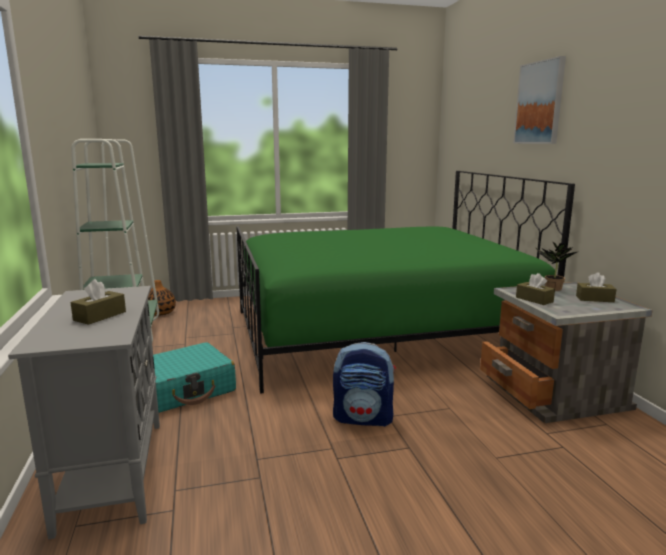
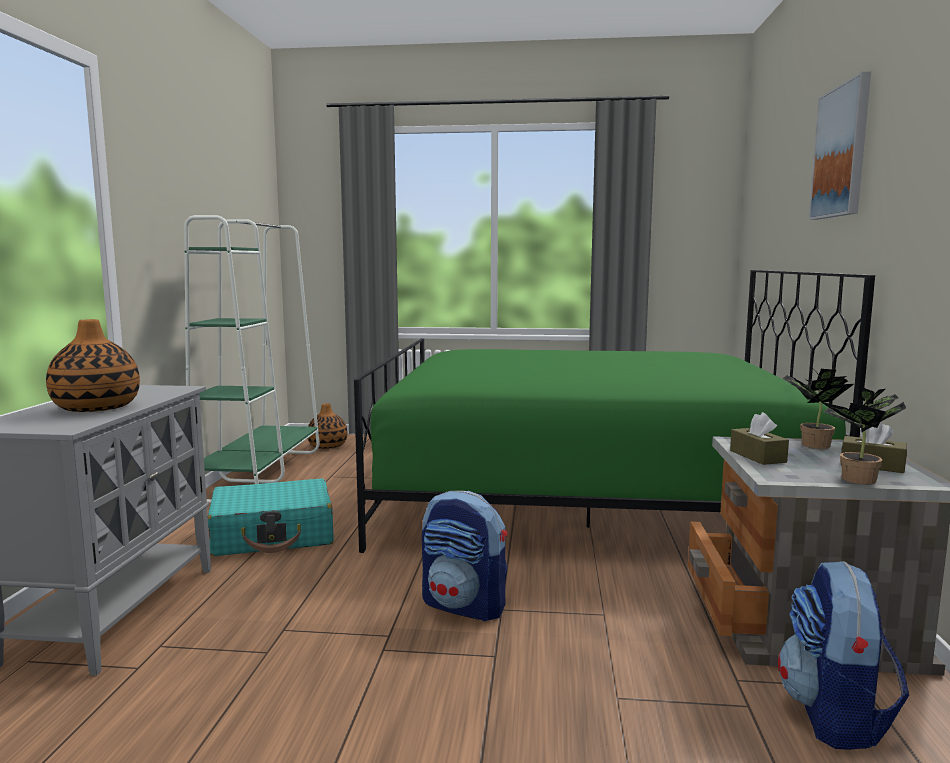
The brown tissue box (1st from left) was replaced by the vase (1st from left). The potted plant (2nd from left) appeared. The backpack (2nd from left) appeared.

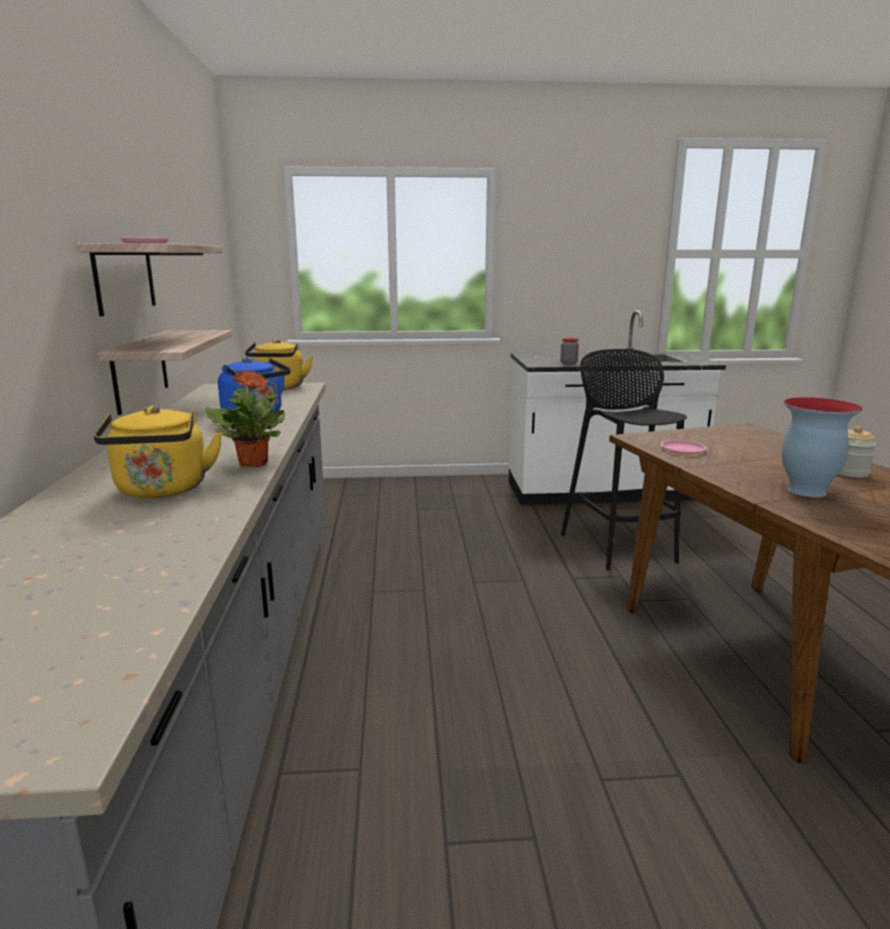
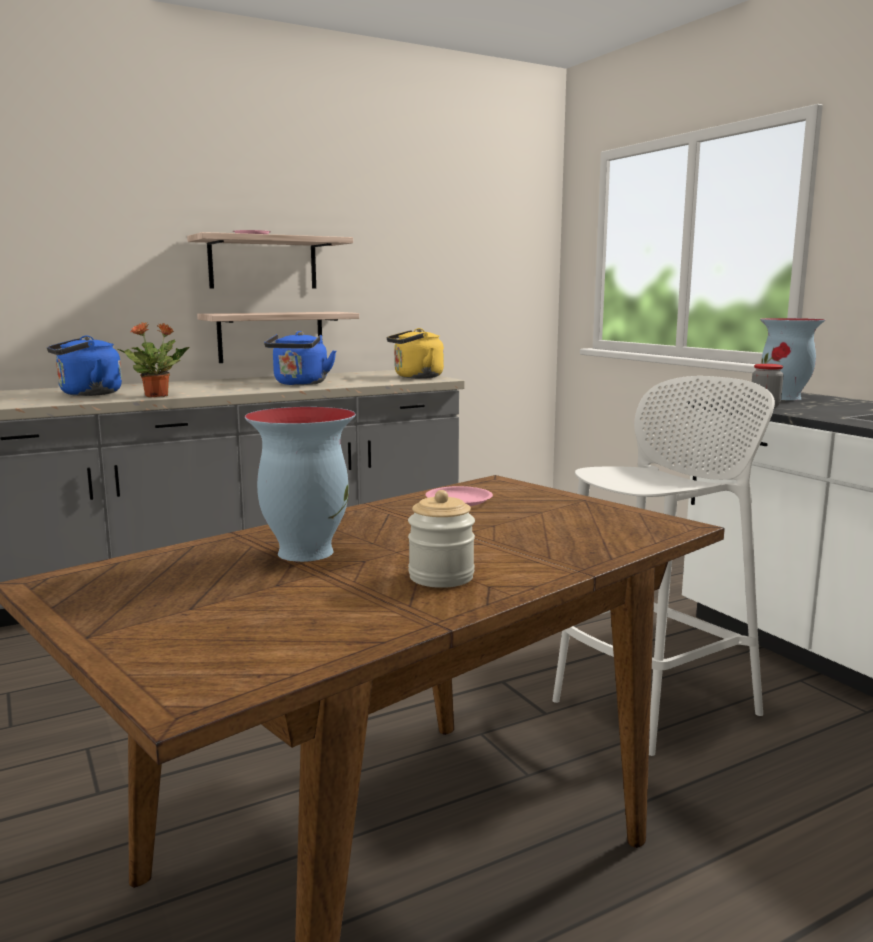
The black stool became the white stool. The yellow kettle (1st from left) became the blue kettle (1st from left). The vase (2nd from left) appeared.

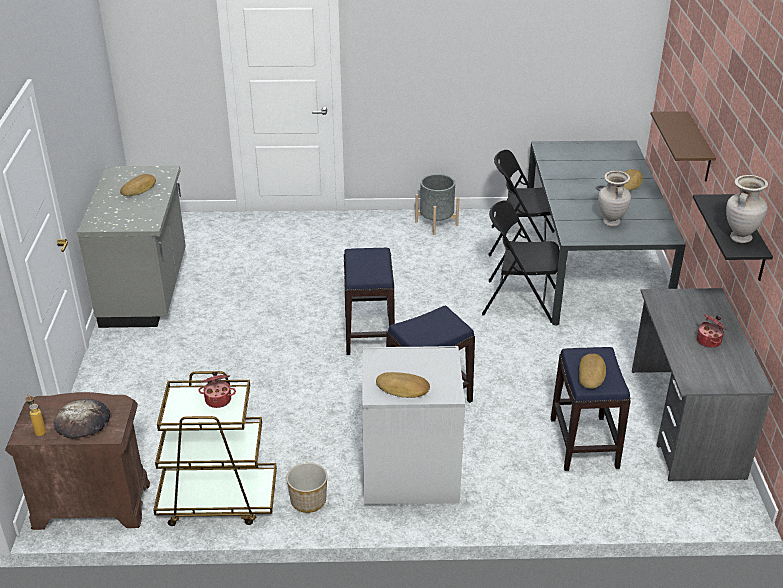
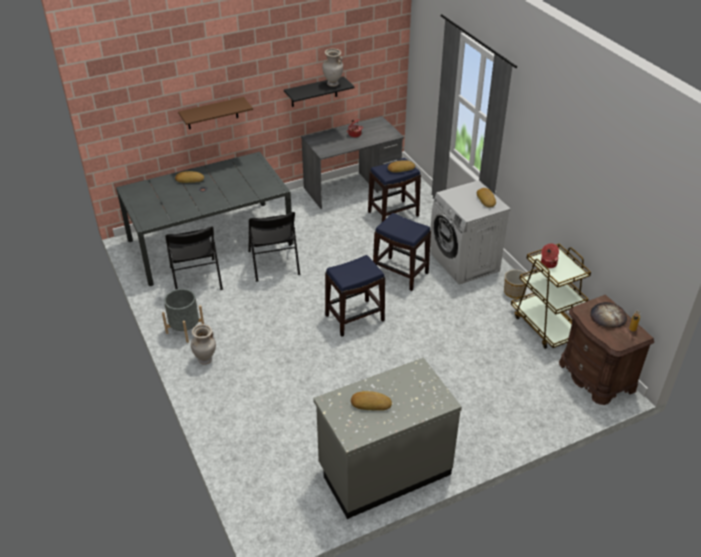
The beige vase (1st from left) moved.

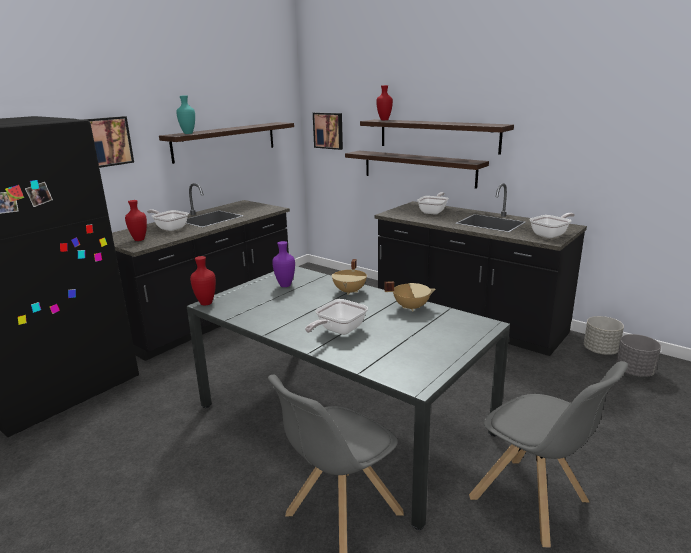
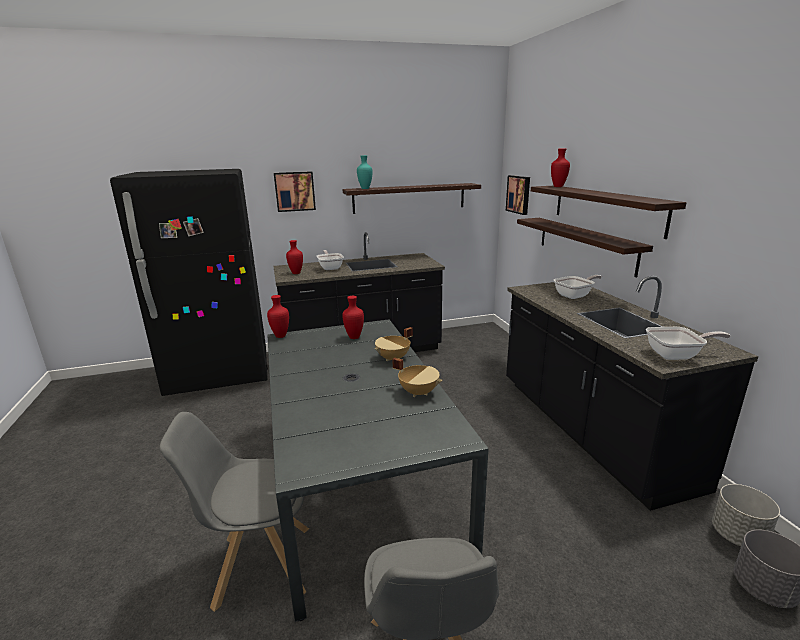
The purple vase became the red vase (3rd from left). The frying pan (2nd from left) disappeared.

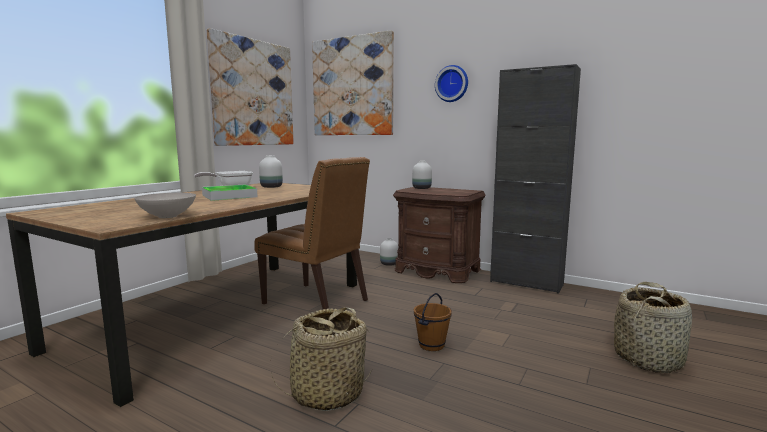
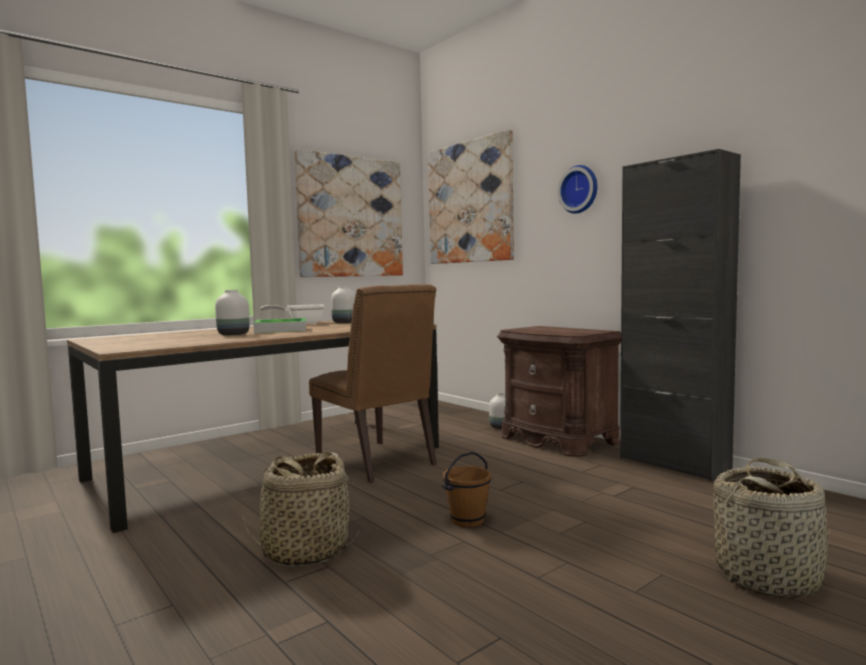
The white vase (3rd from left in the first image) moved. The white bowl disappeared.

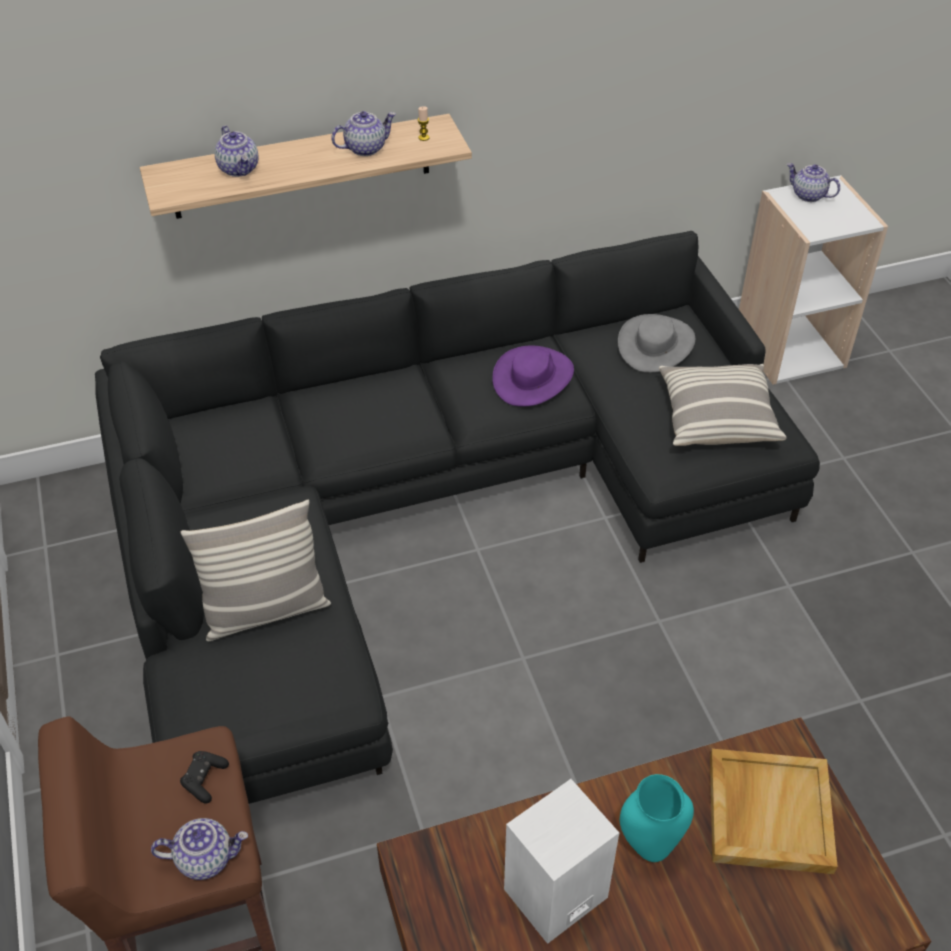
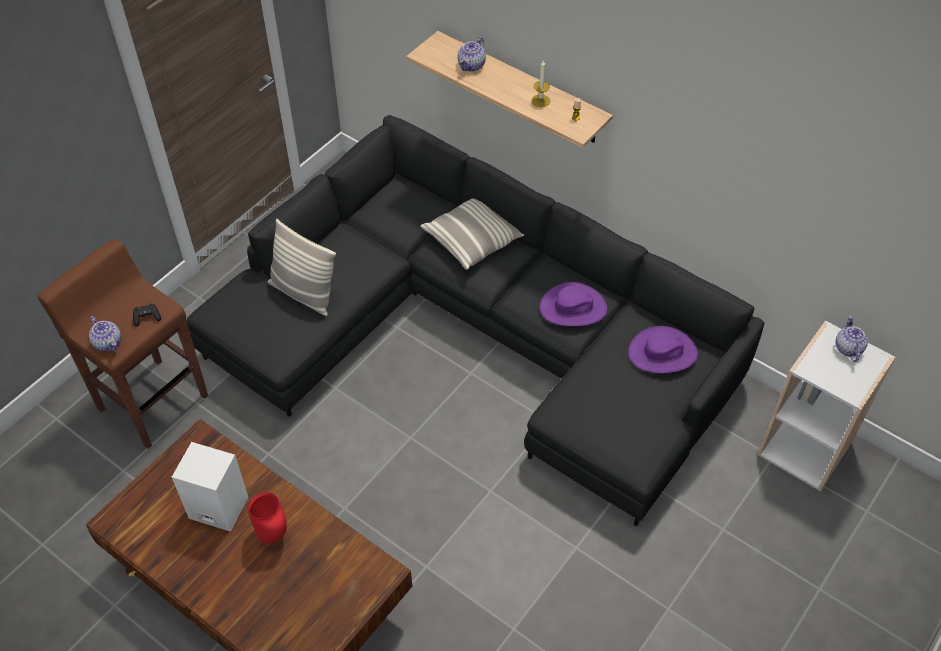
The teapot (3rd from left) was replaced by the candle (1st from left). The grey hat became the purple hat (2nd from left). The pillow (2nd from left) moved. The beige tray disappeared. The turquoise vase became the red vase.

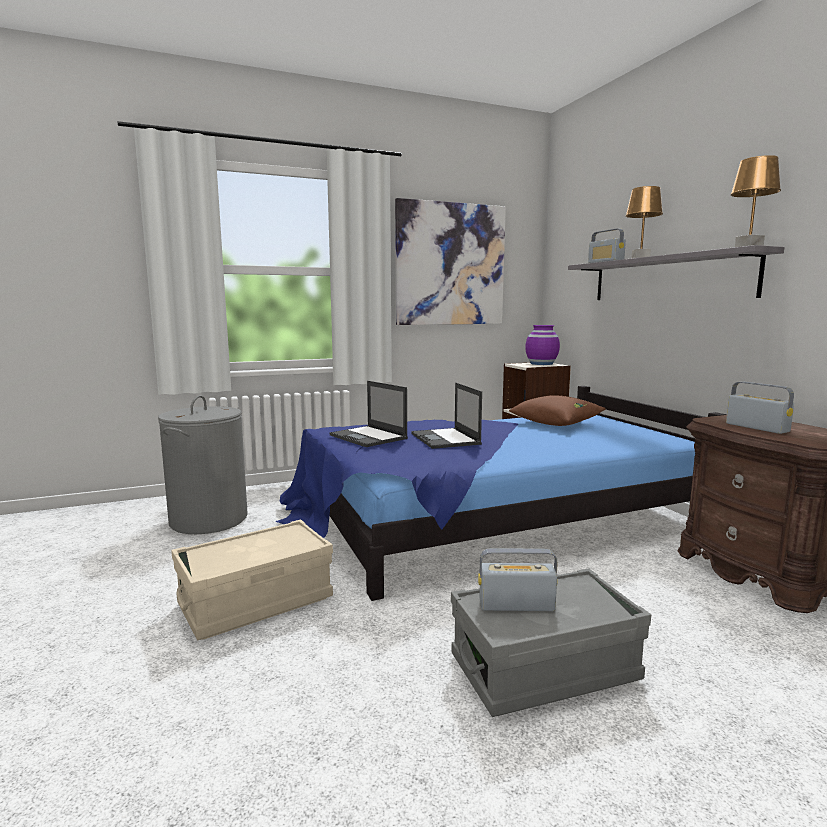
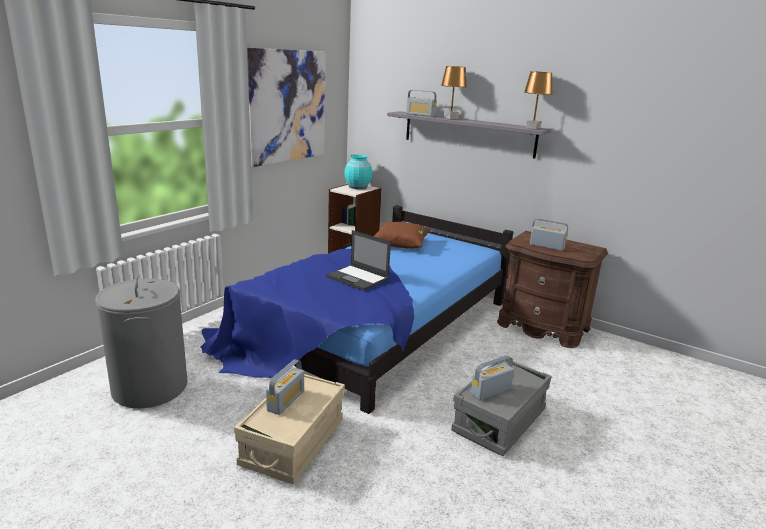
The purple vase became the turquoise vase. The laptop (1st from left) disappeared. The radio (1st from left) appeared.

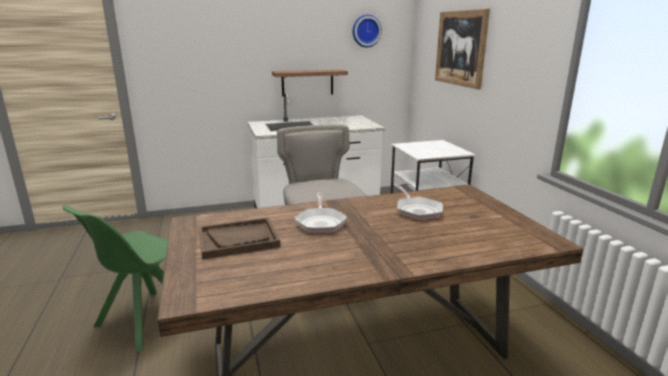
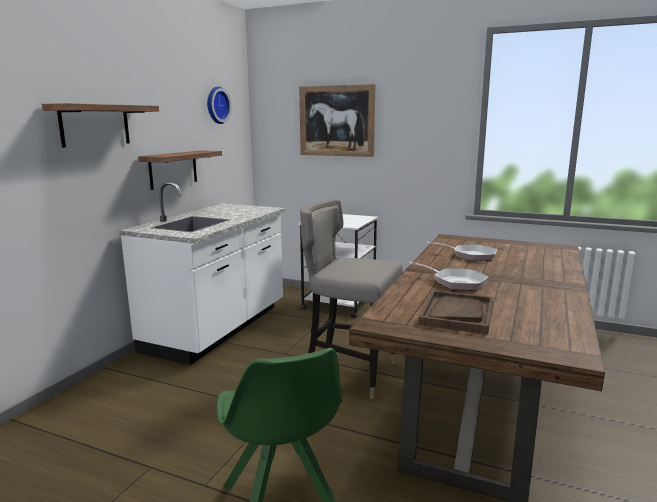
The shelf (1st from left) appeared.

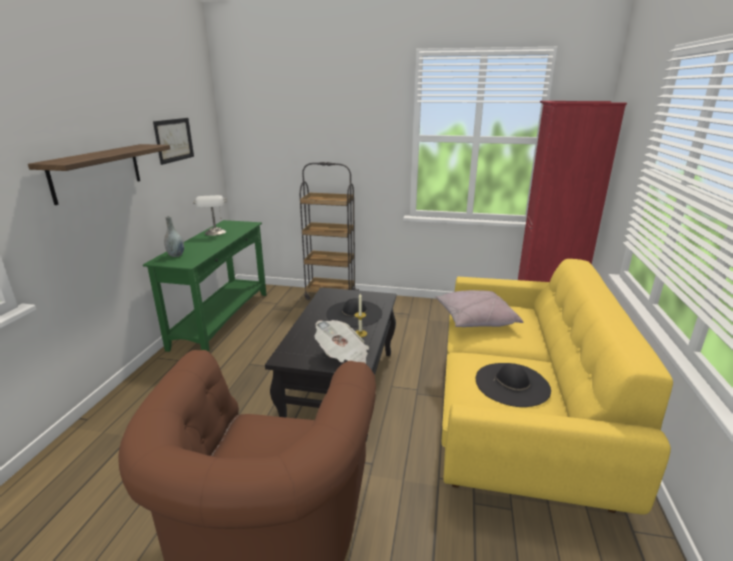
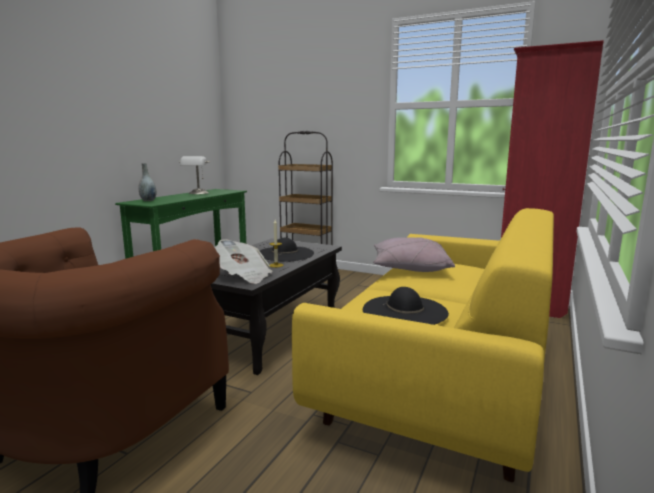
The picture disappeared. The shelf disappeared.

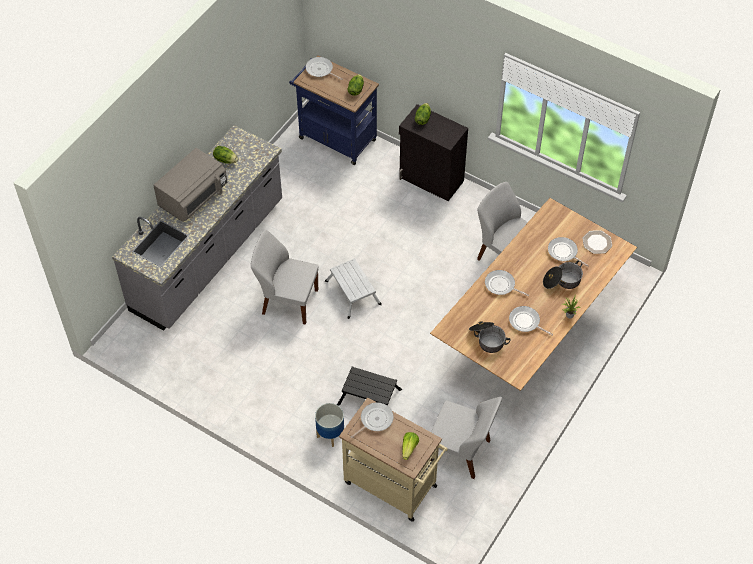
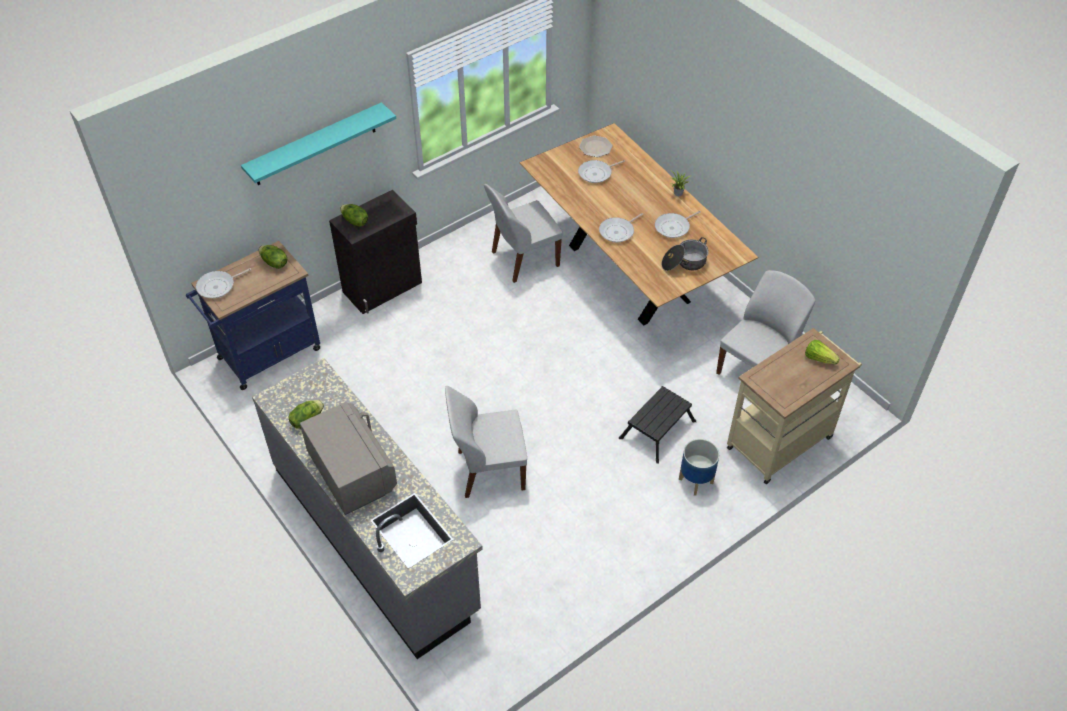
The white chair (1st from left) turned 45 degrees clockwise. The white step ladder disappeared. The cooking pot (2nd from left) disappeared. The frying pan (2nd from left) disappeared. The turquoise shelf appeared.

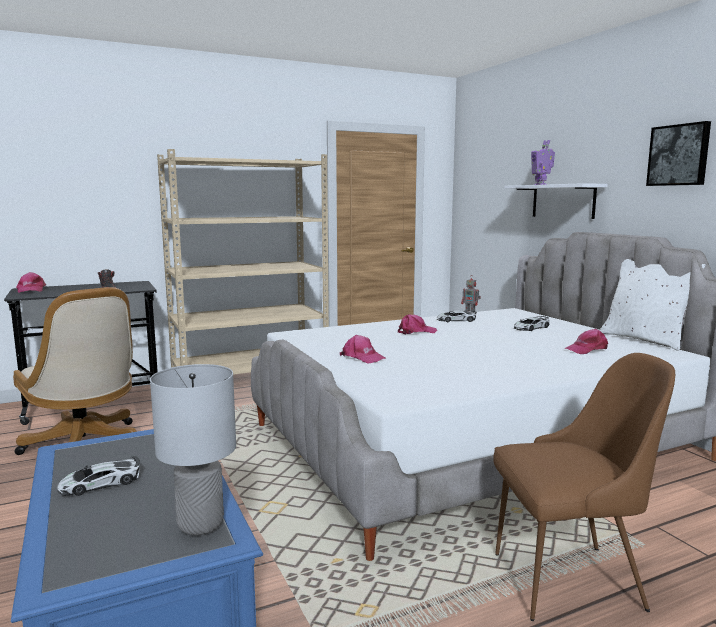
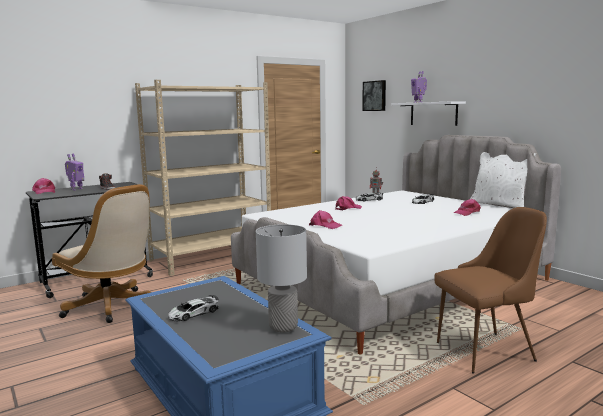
The picture moved. The toy robot (1st from left) appeared.

